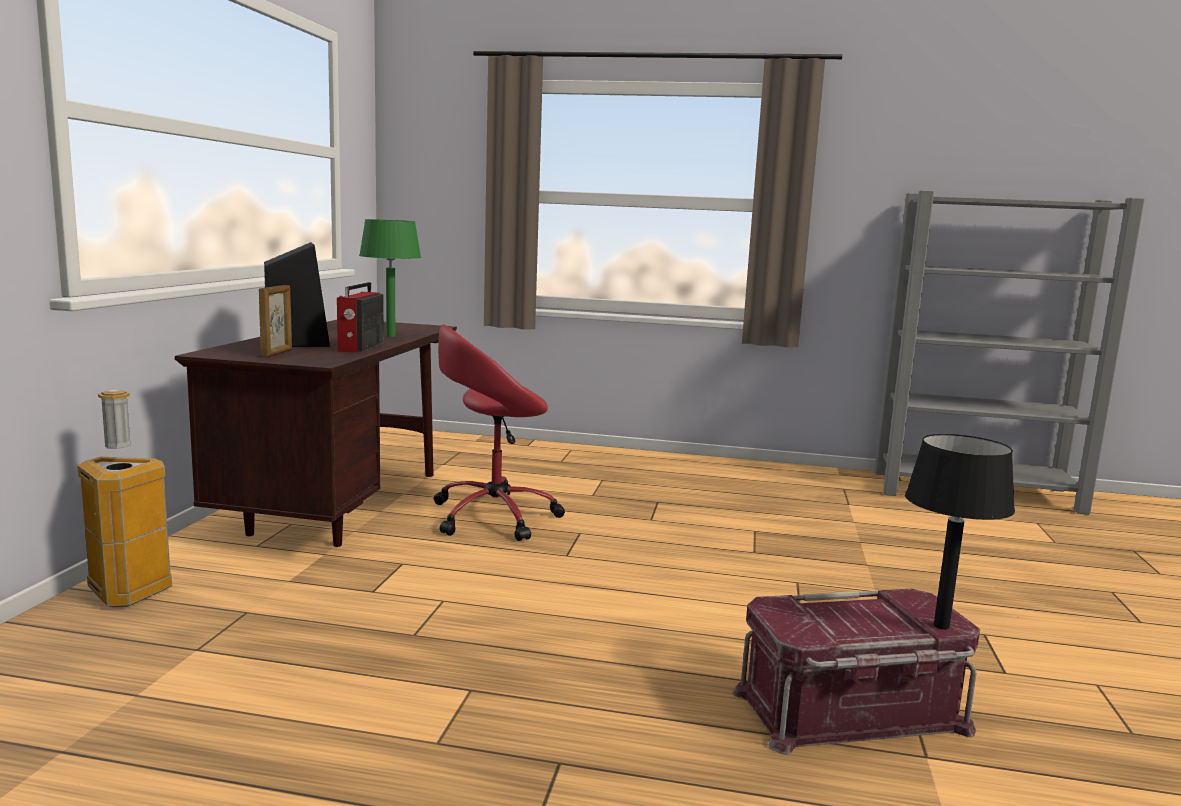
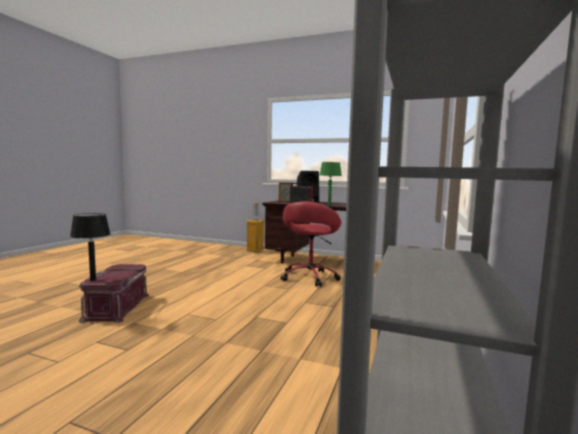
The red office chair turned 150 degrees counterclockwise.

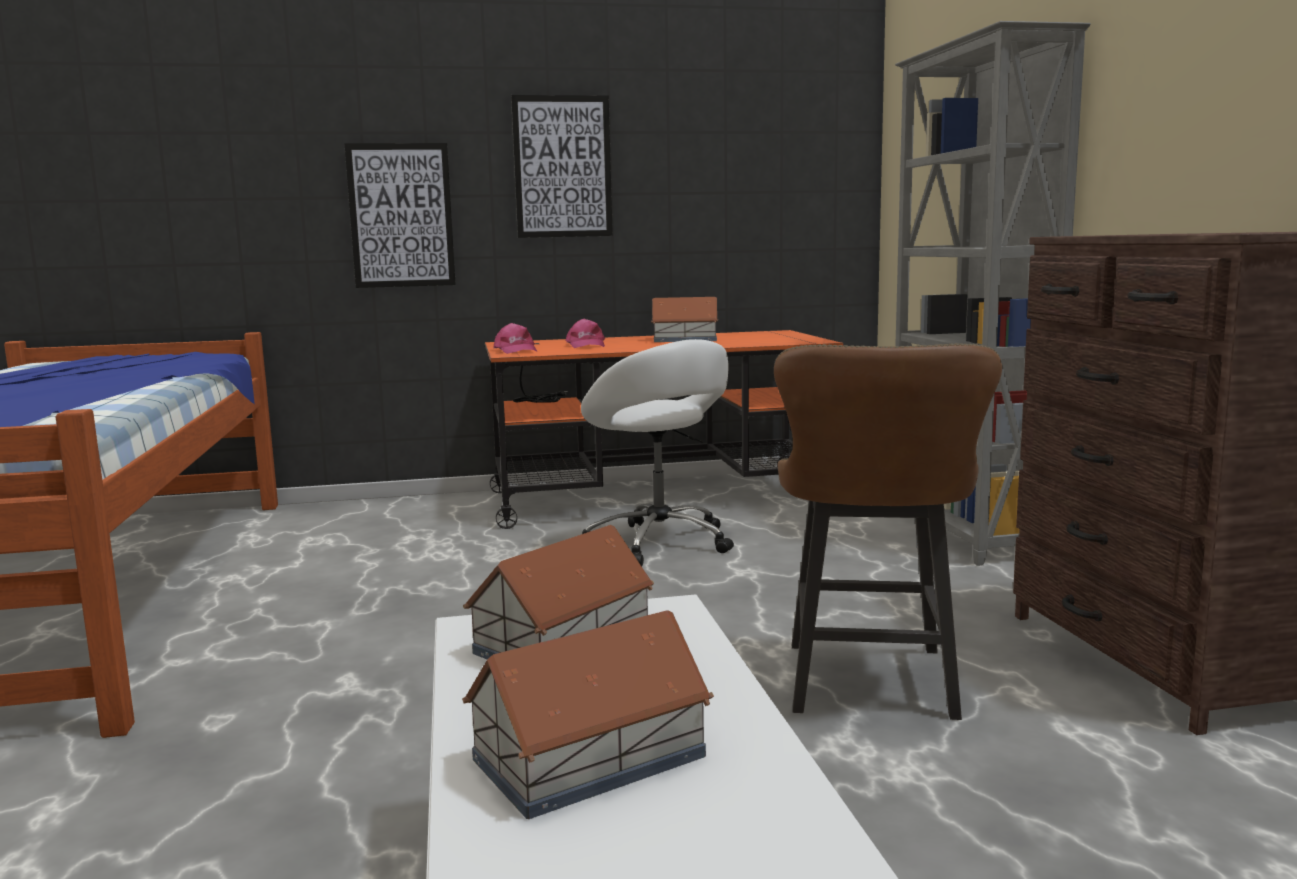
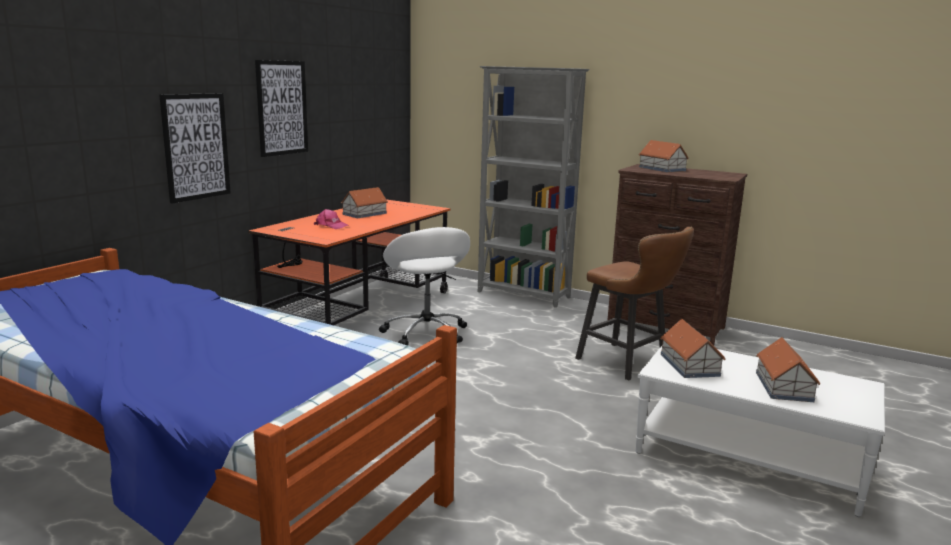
The pink cap (1st from left) disappeared. The white office chair turned 60 degrees clockwise. The toy house (2nd from left) appeared.

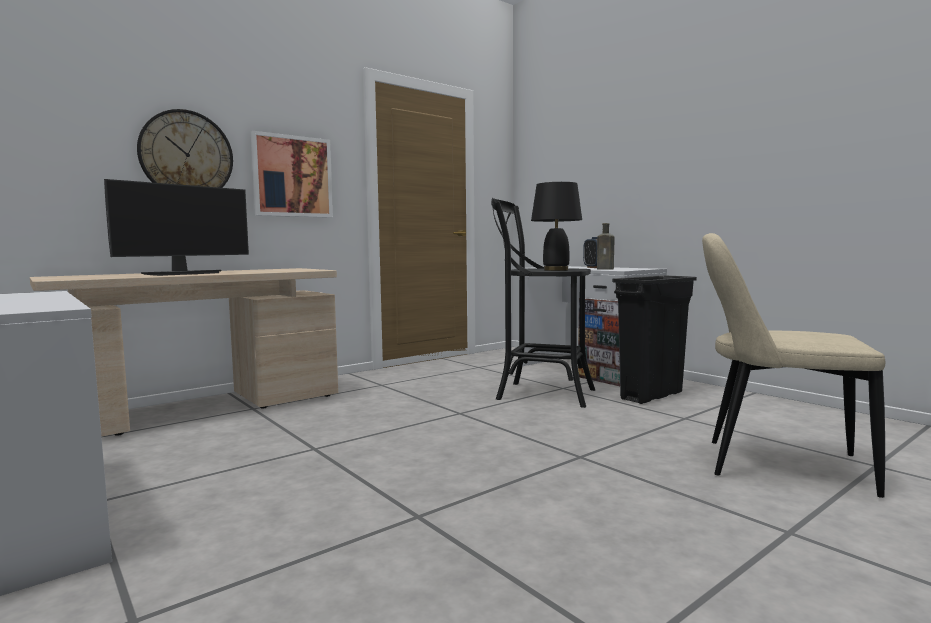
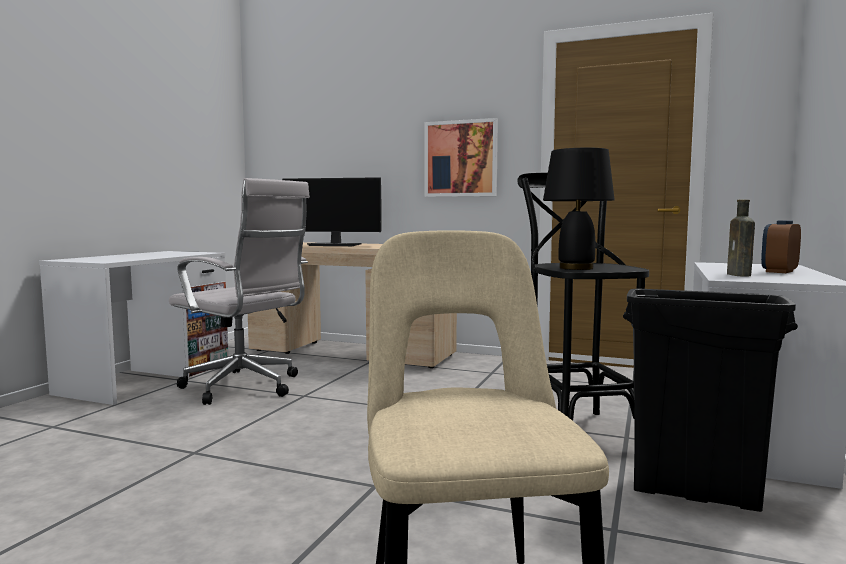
The wall clock disappeared. The white office chair appeared.

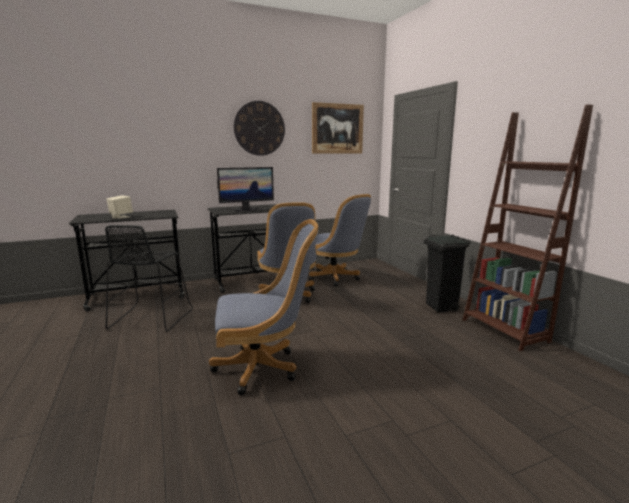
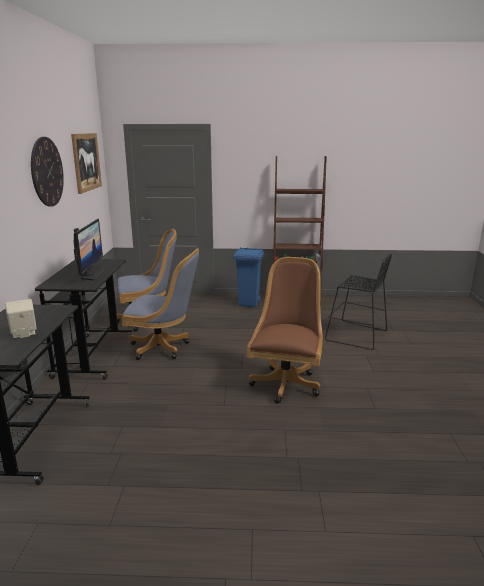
The blue office chair (1st from left) became the brown office chair. The black stool moved. The black trash can became the blue trash can.

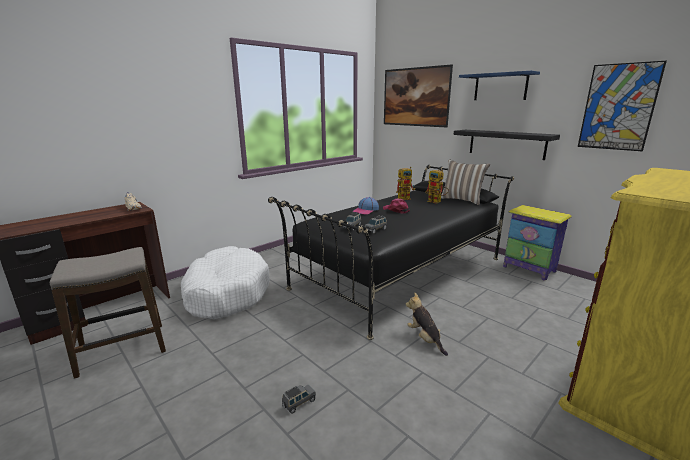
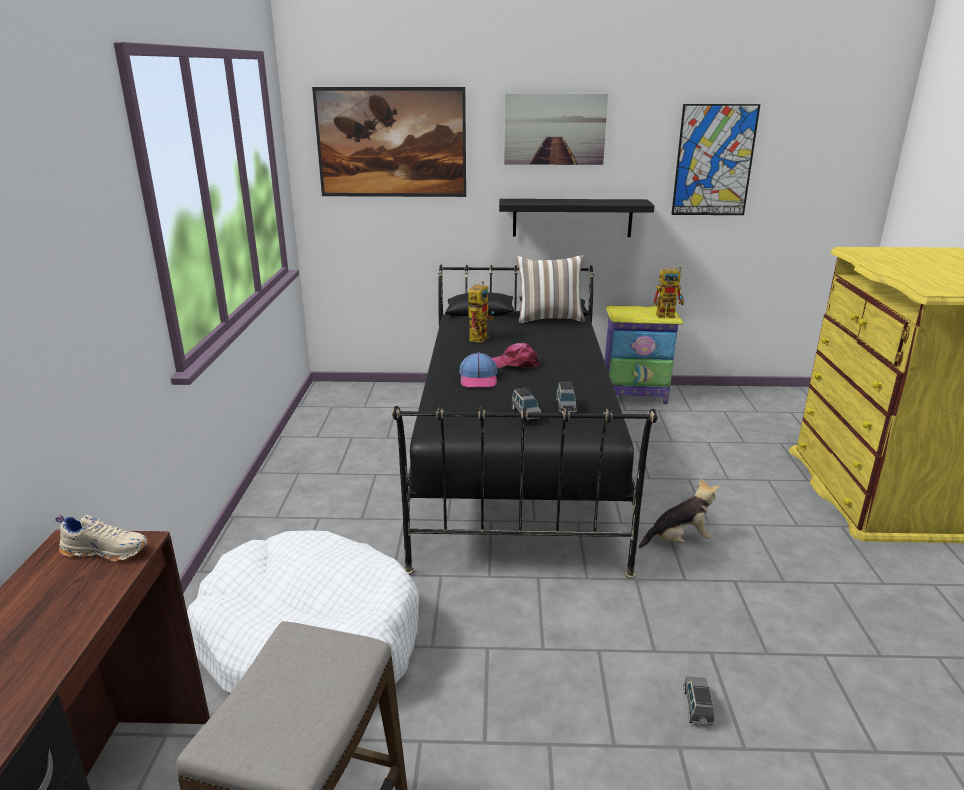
The blue shelf was replaced by the picture (2nd from left). The toy robot (2nd from left) moved. The plush toy turned 150 degrees clockwise.

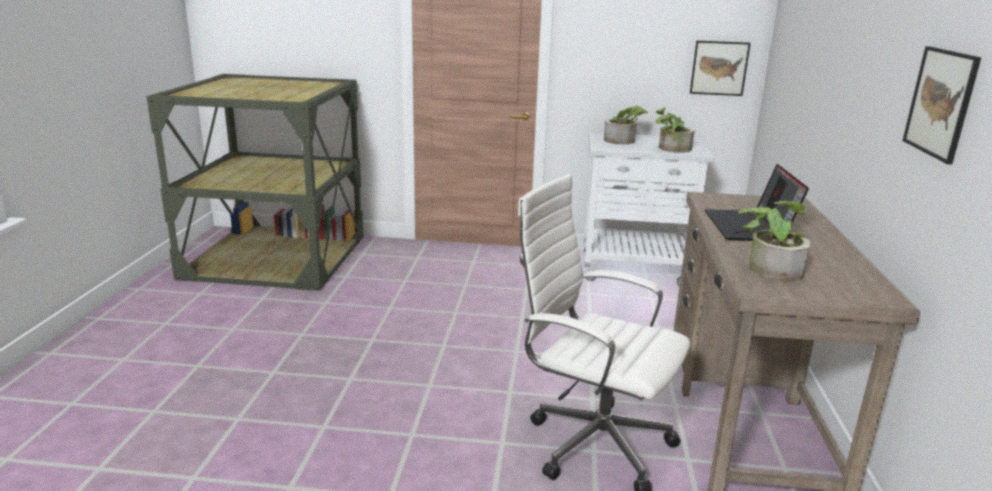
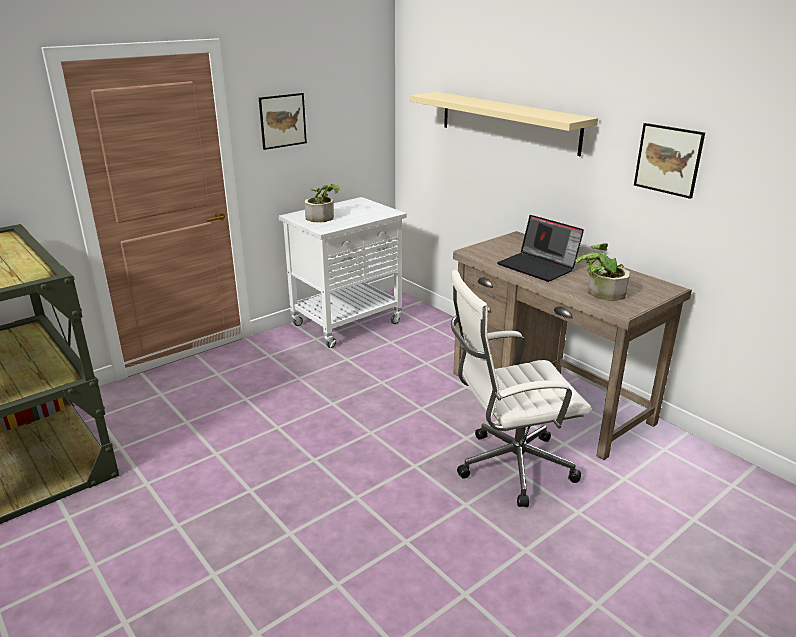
The picture (1st from left) moved. The potted plant (2nd from left) disappeared. The beige shelf appeared.

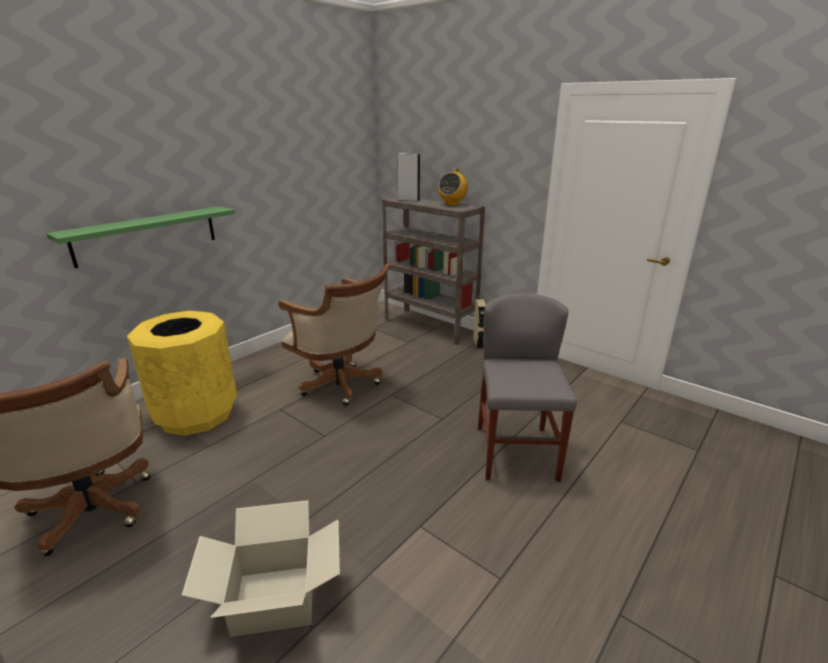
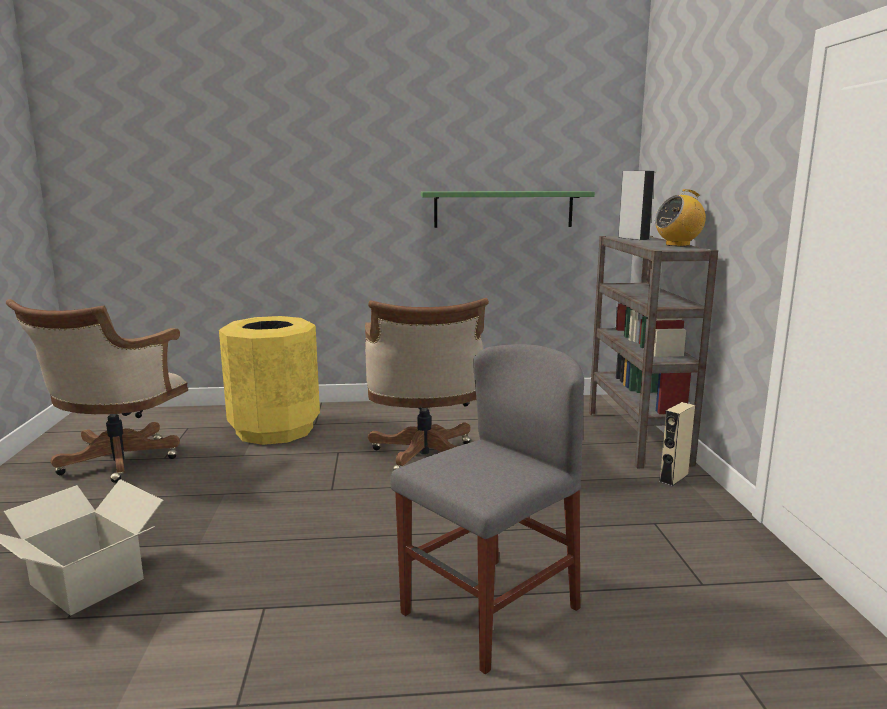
The green shelf moved.

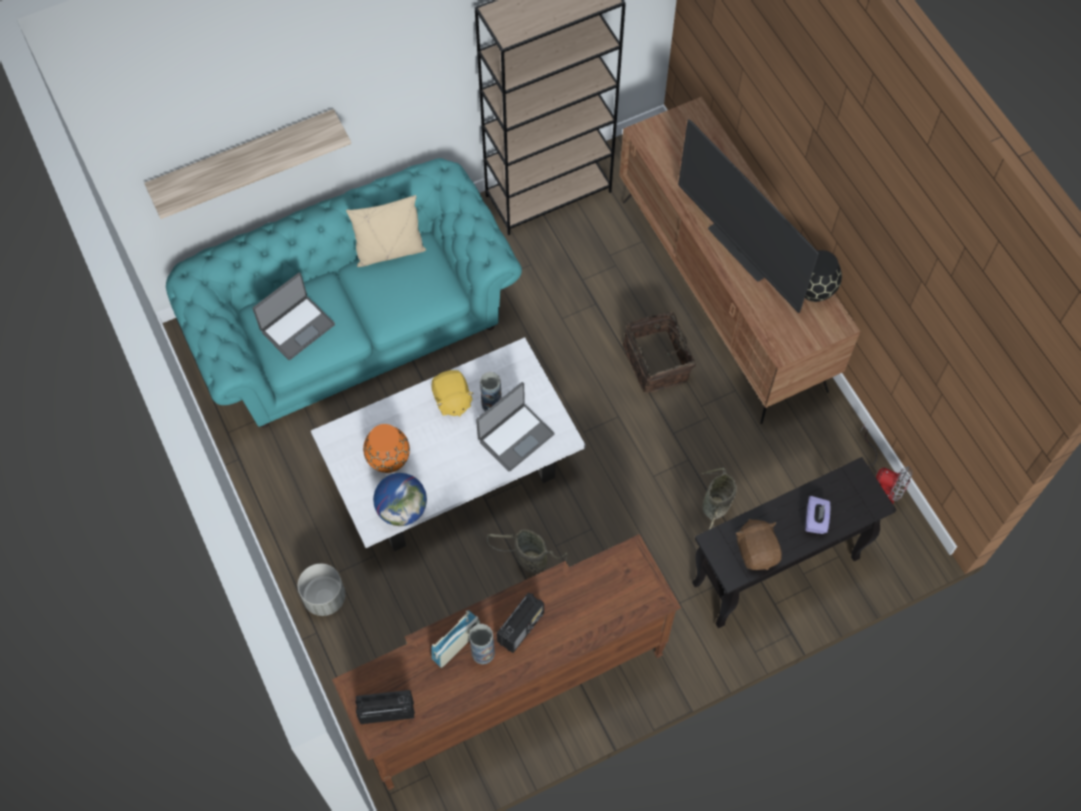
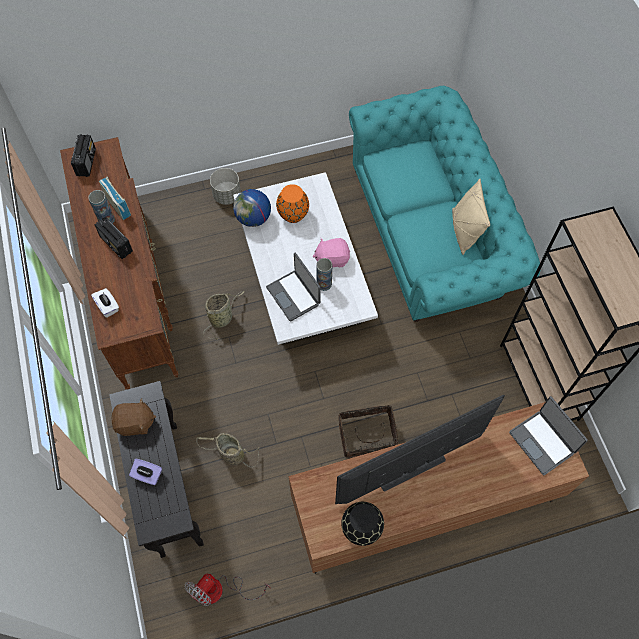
The shelf disappeared. The laptop (1st from left in the first image) moved. The yellow plush toy became the pink plush toy. The white tissue box appeared.

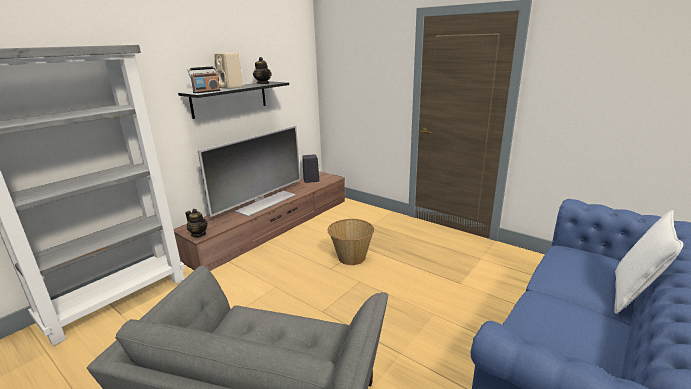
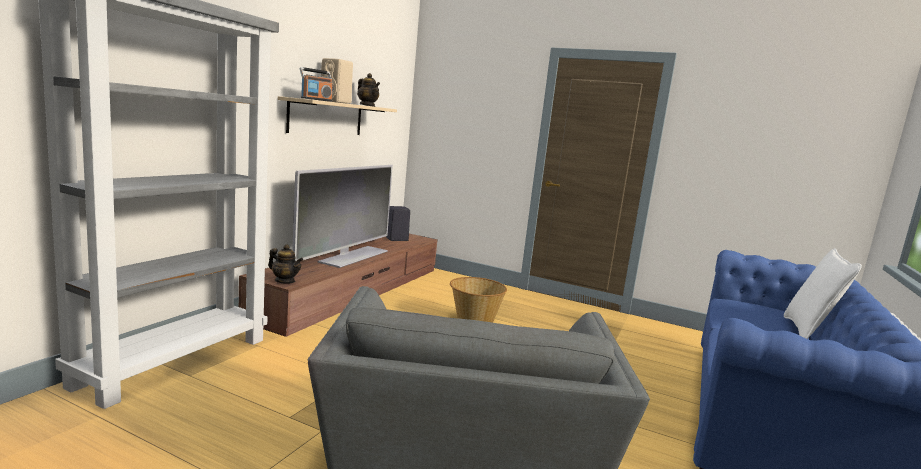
The black shelf became the beige shelf.

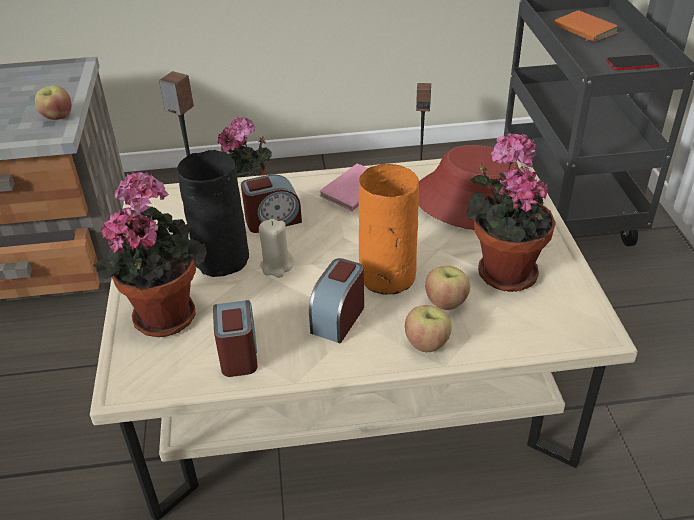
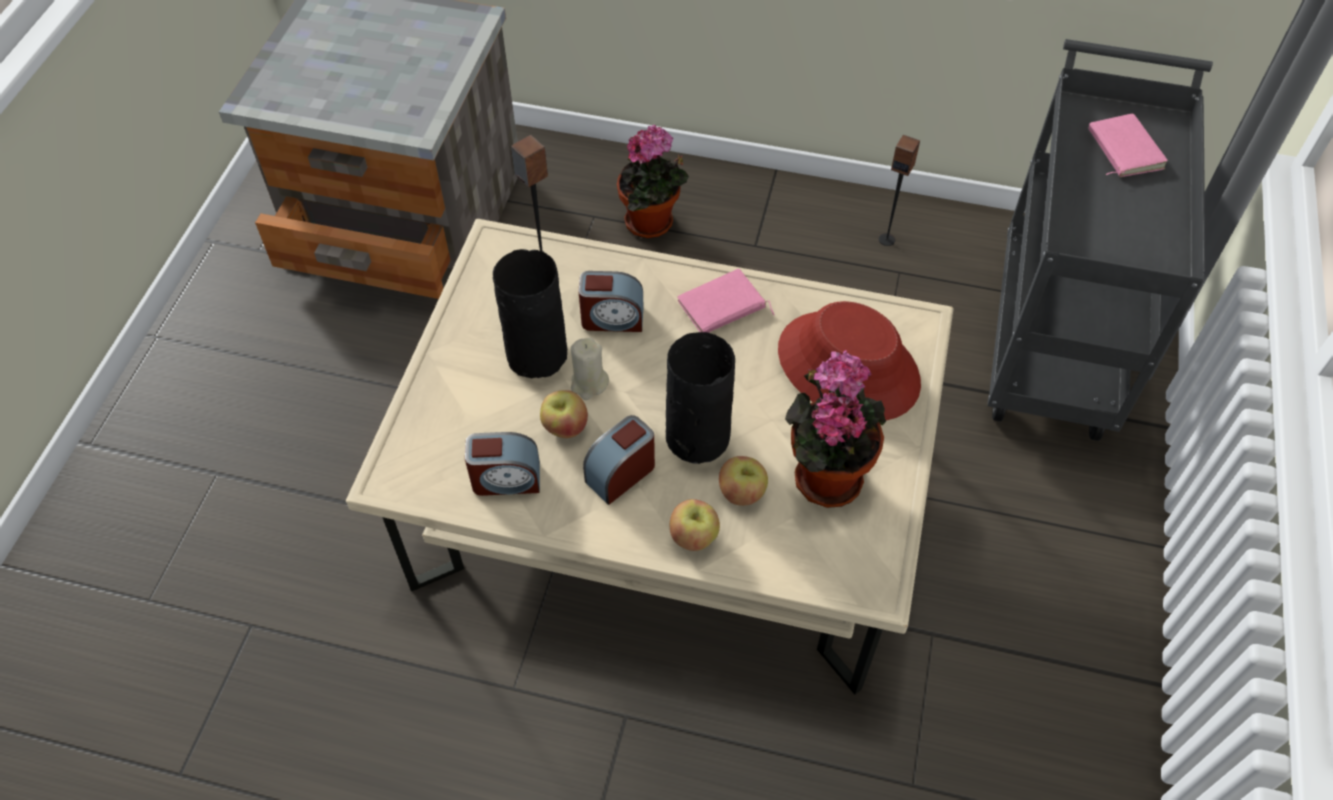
The orange book became the pink book (2nd from left). The phone disappeared. The apple (1st from left) moved. The orange vase became the black vase (2nd from left). The potted plant (1st from left) disappeared. The alarm clock (1st from left) turned 75 degrees clockwise.

